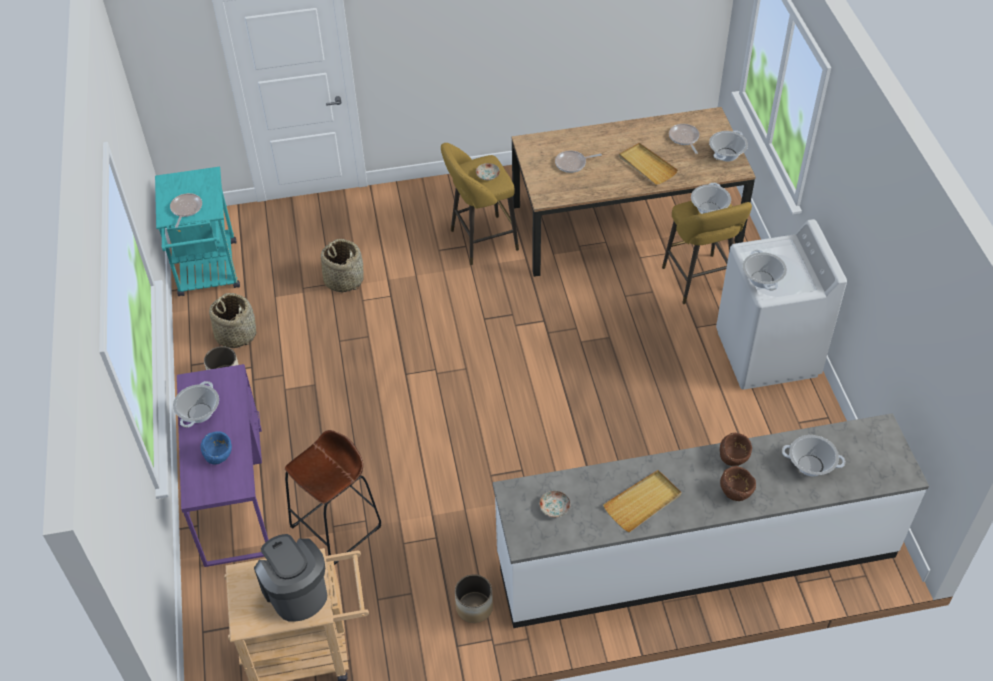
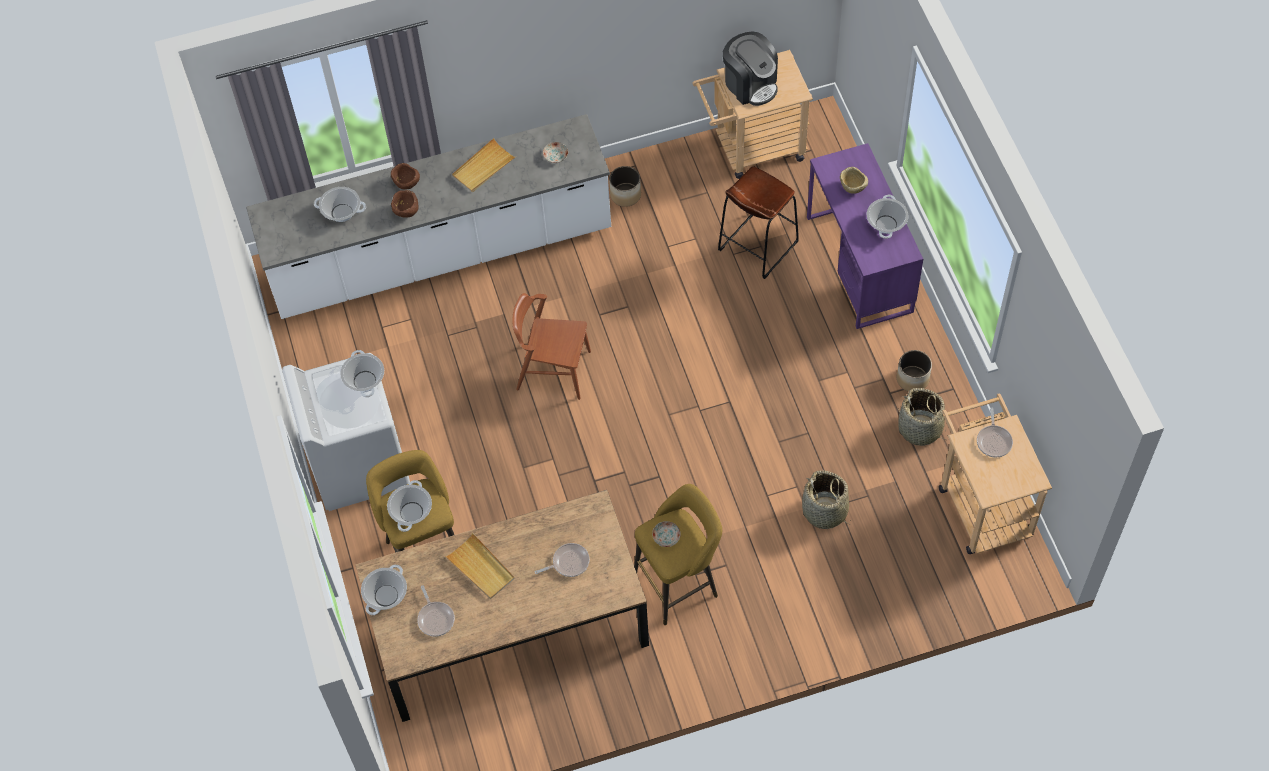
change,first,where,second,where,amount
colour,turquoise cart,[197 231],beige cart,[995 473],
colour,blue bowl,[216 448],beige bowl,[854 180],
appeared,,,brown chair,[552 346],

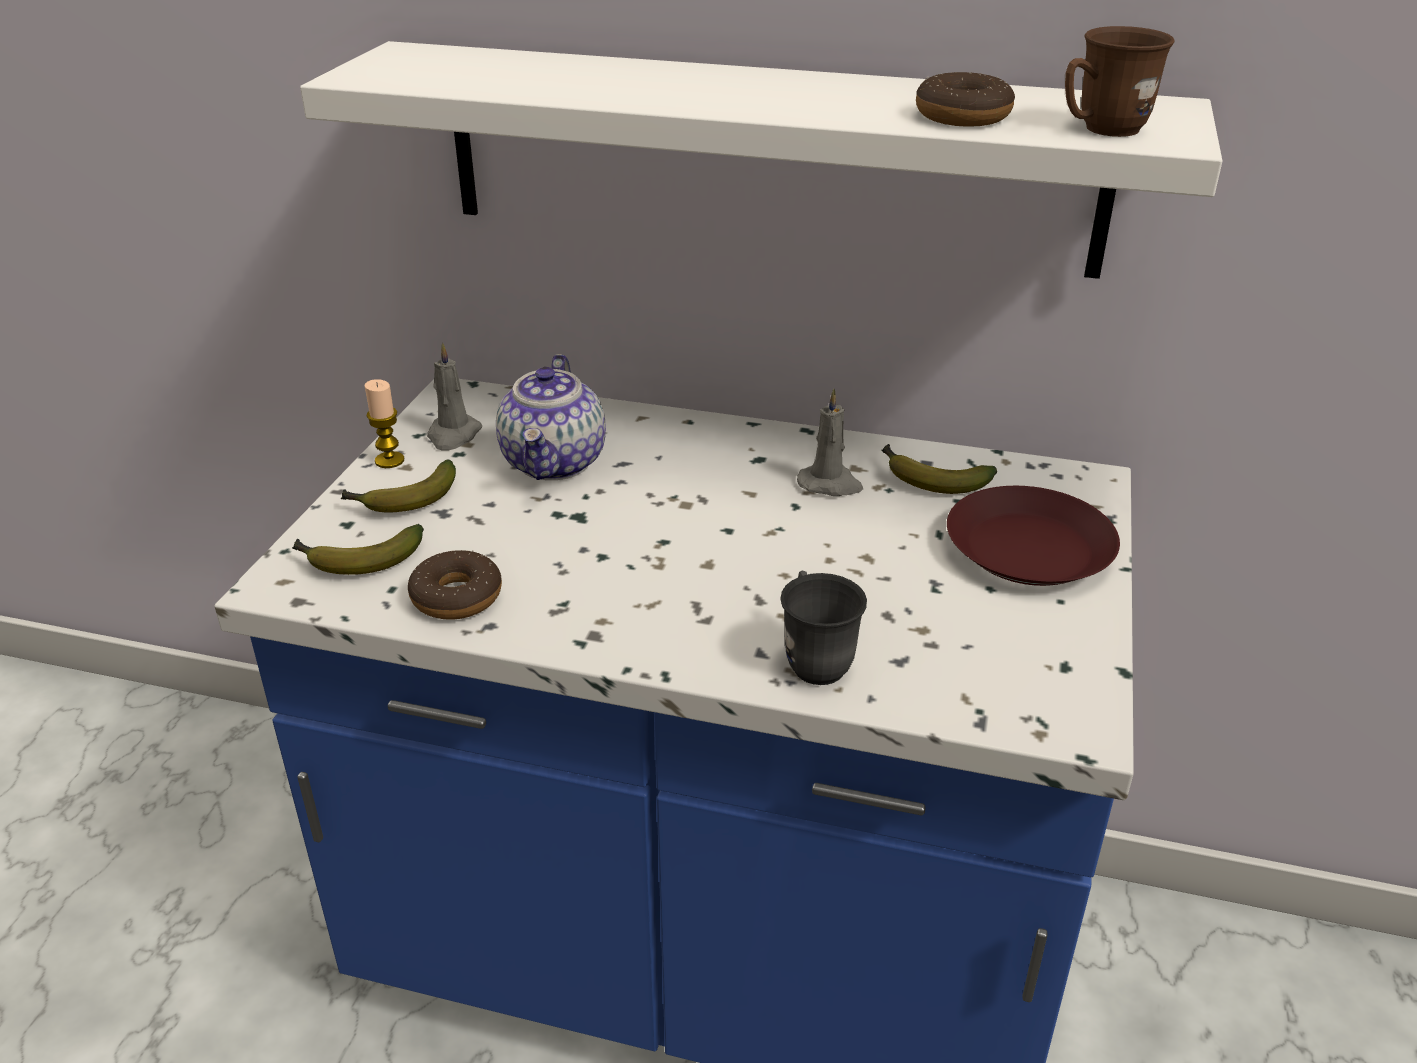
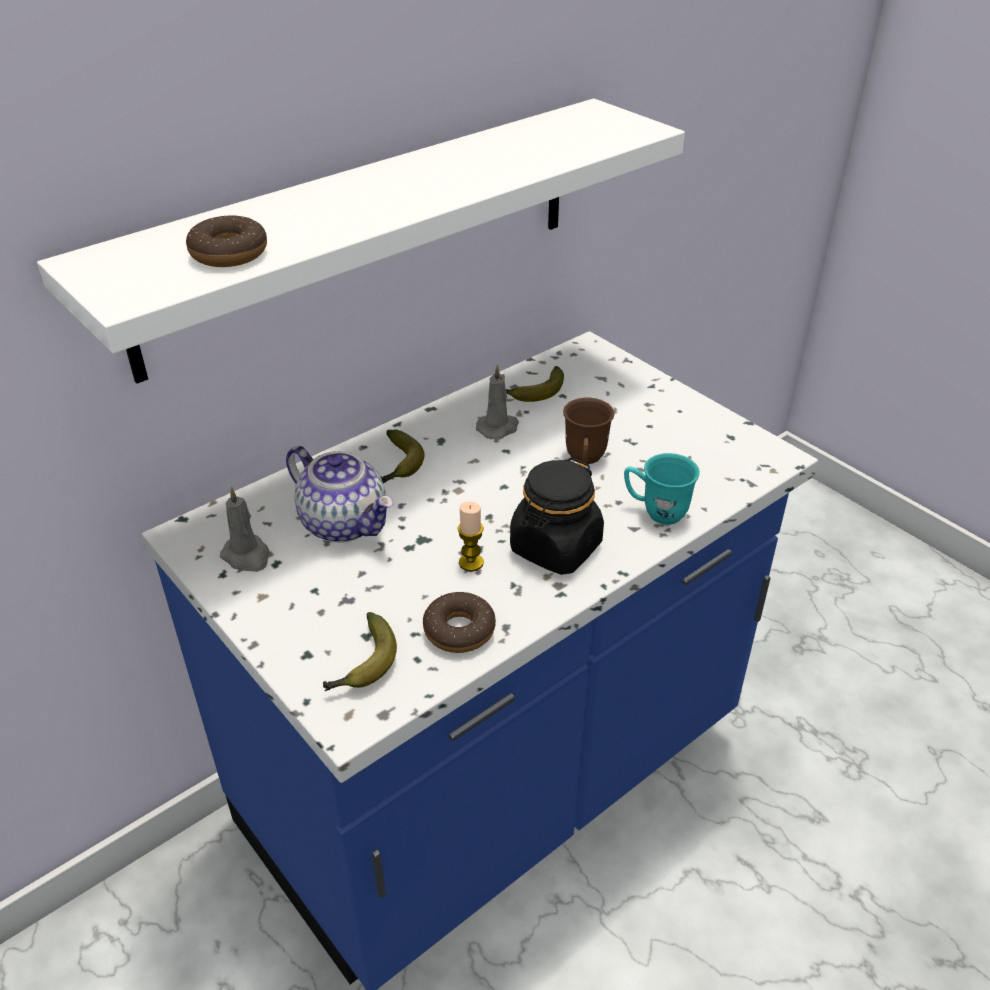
change,first,where,second,where,amount
relocated,brown mug,[1120 81],,[588 431],
relocated,donut,[965 99],,[226 241],
relocated,candle,[384 423],,[470 536],
relocated,banana,[398 485],,[402 456],
missing,brown plate,[1033 536],,,
colour,grey mug,[824 628],turquoise mug,[662 489],
appeared,,,black jar,[557 516],

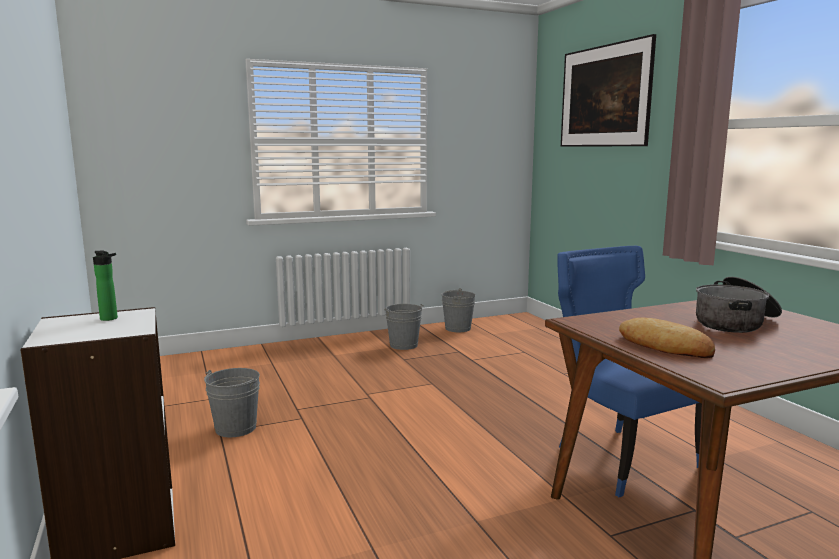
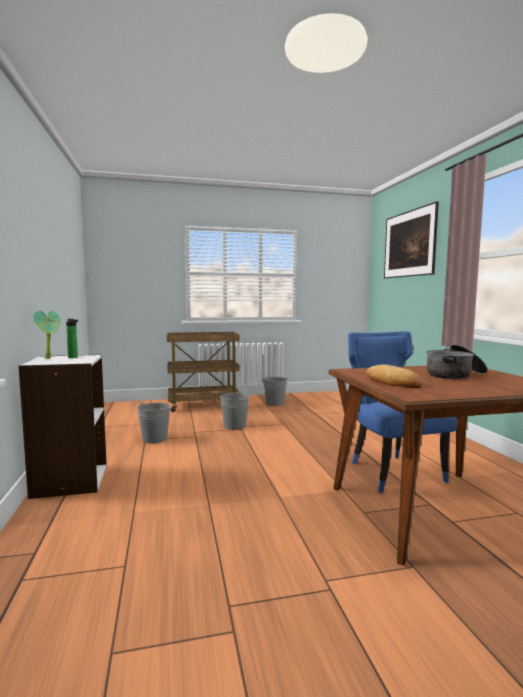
change,first,where,second,where,amount
relocated,grey bucket,[458 310],,[234 410],
appeared,,,potted plant,[47 335],
appeared,,,brown cart,[203 372],

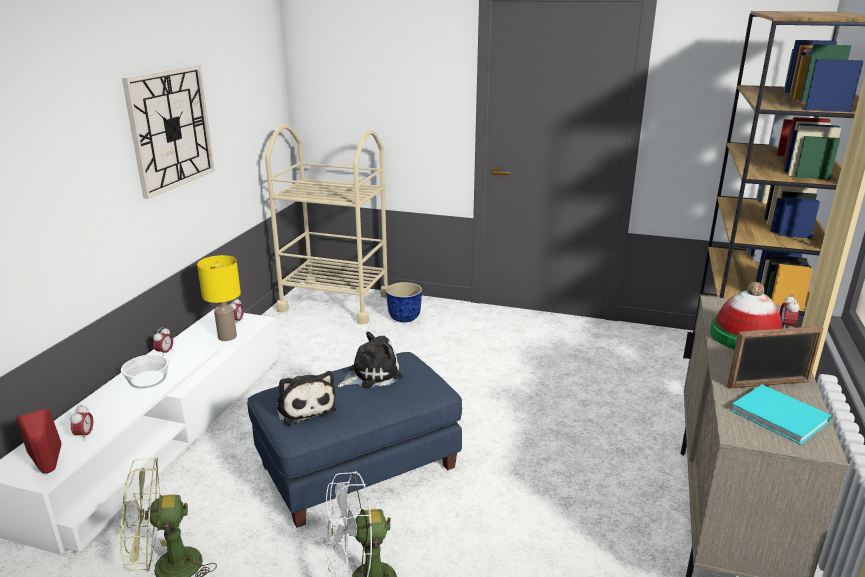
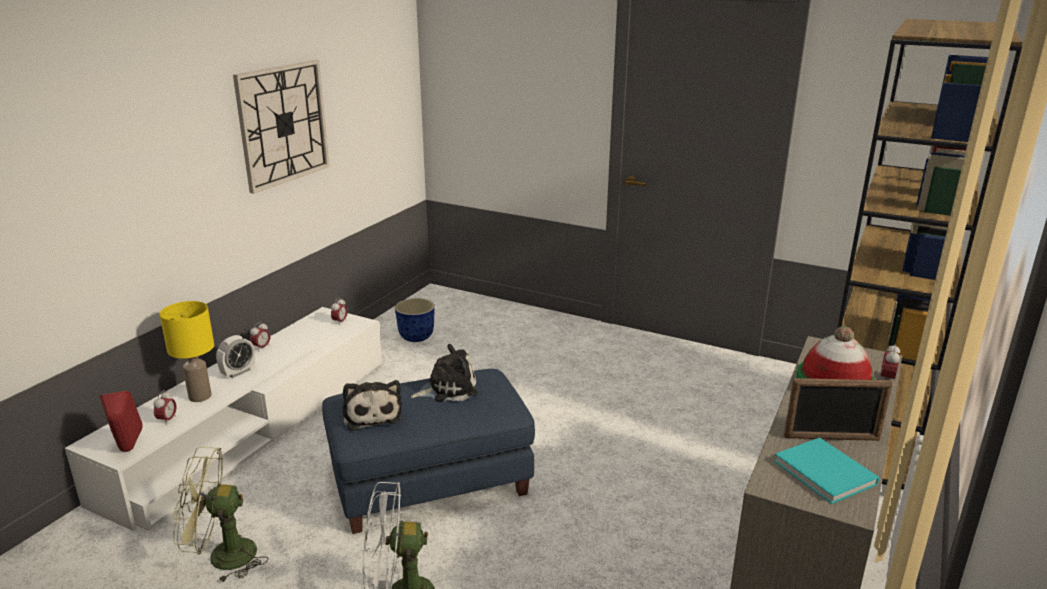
change,first,where,second,where,amount
missing,beige cart,[327 224],,,
relocated,yellow table lamp,[219 298],,[186 351],
relocated,planter,[404 302],,[415 320],
exchanged,bowl,[145 371],alarm clock,[235 356],

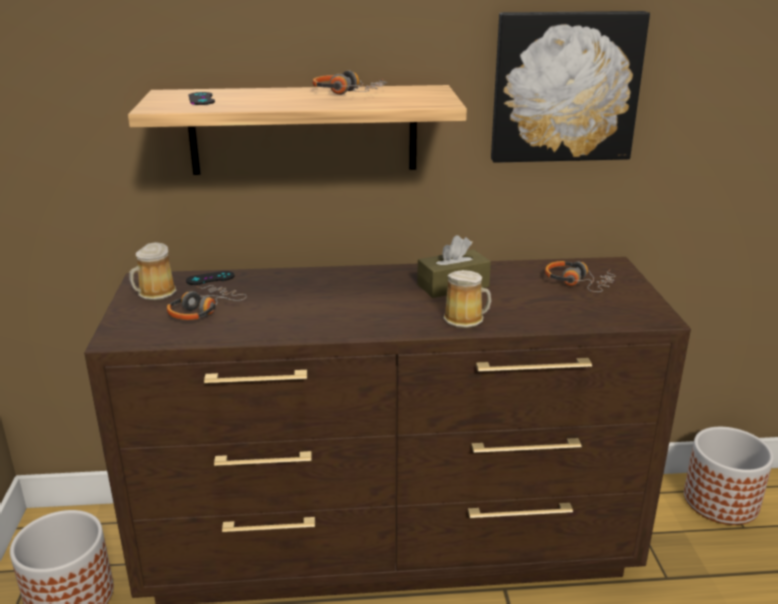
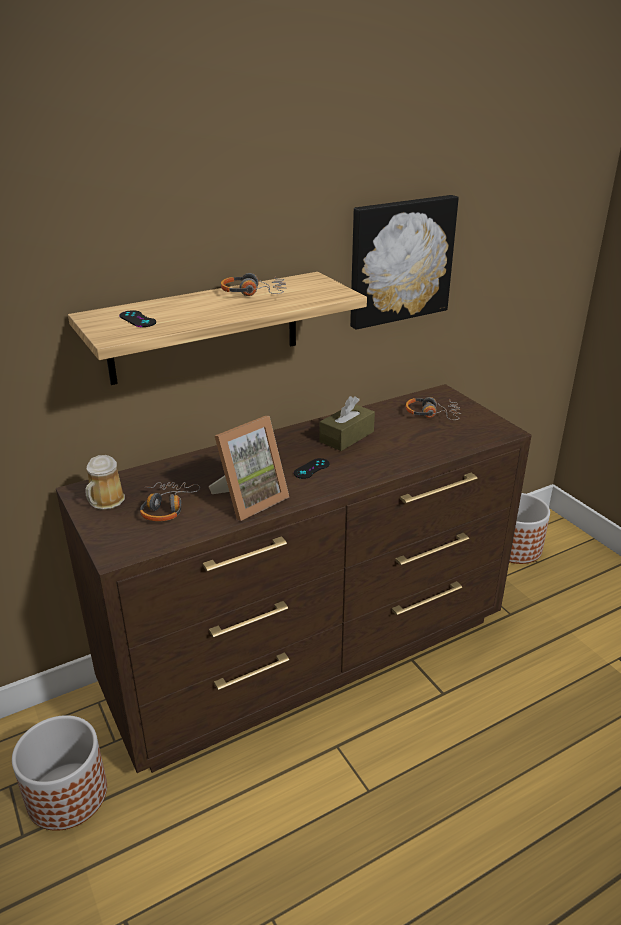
change,first,where,second,where,amount
missing,mug,[467 299],,,
relocated,black game controller,[210 278],,[312 468],
appeared,,,picture frame,[249 468],

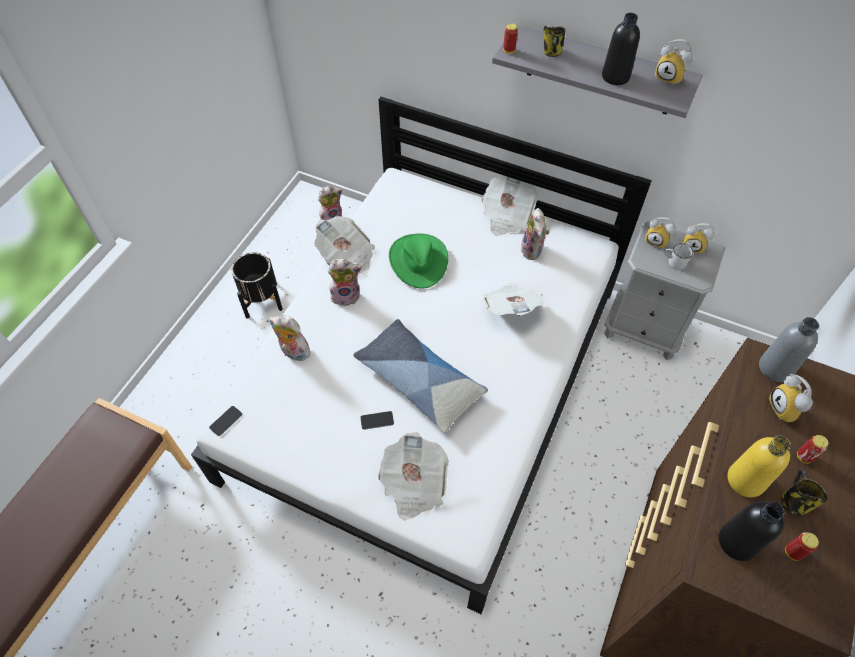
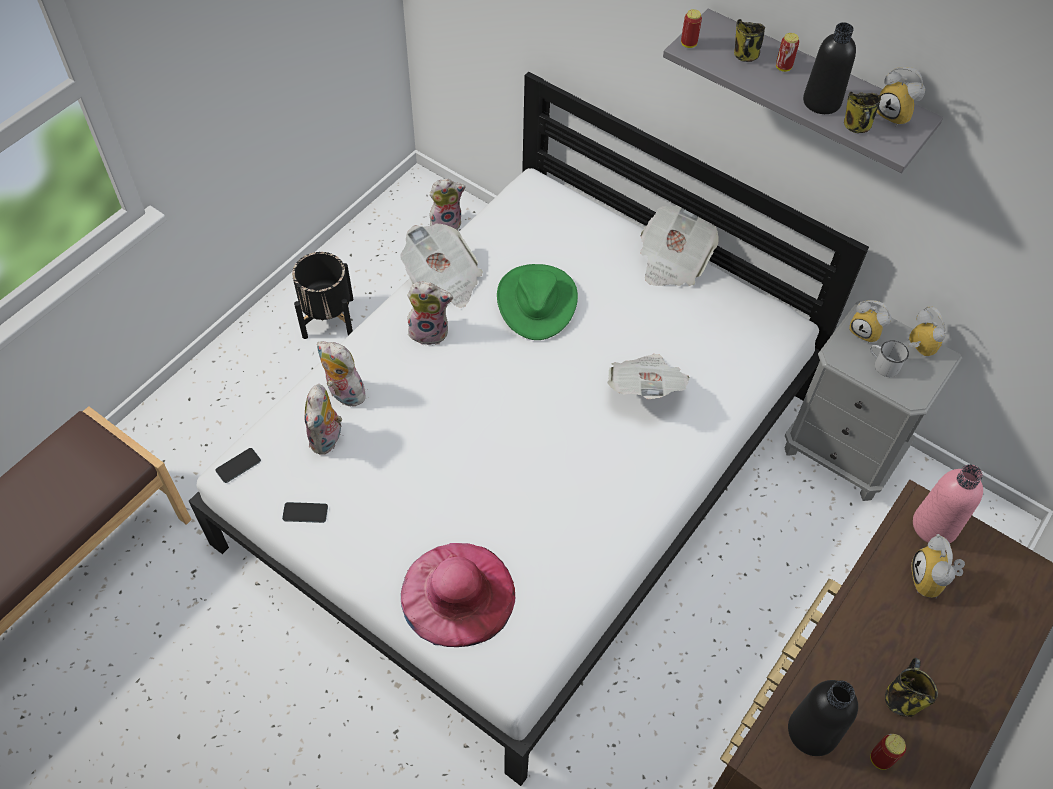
change,first,where,second,where,amount
relocated,plush toy,[535 234],,[323 419],
spun,alarm clock,[699 238],,[926 331],150 degrees counterclockwise
colour,grey bottle,[789 349],pink bottle,[948 503],
missing,pillow,[420 376],,,
relocated,phone,[377 420],,[305 512],
exchanged,newspaper,[413 476],pink hat,[458 595],
missing,yellow bottle,[759 466],,,
relocated,can,[812 449],,[787 52],
appeared,,,mug,[862 112],

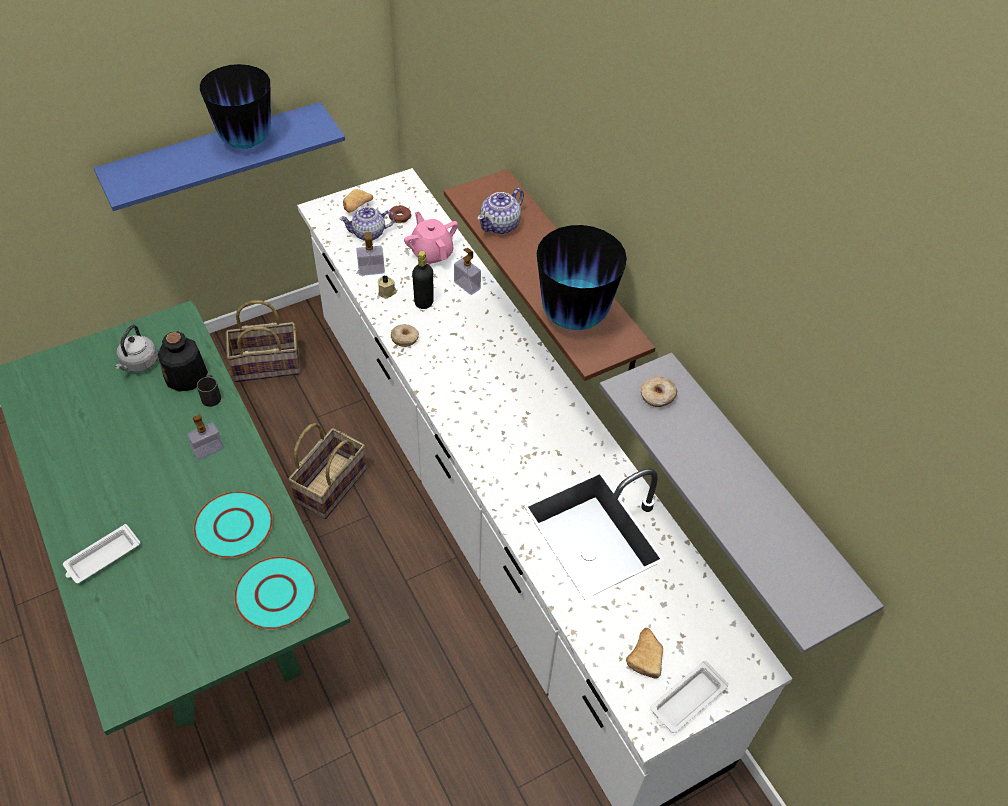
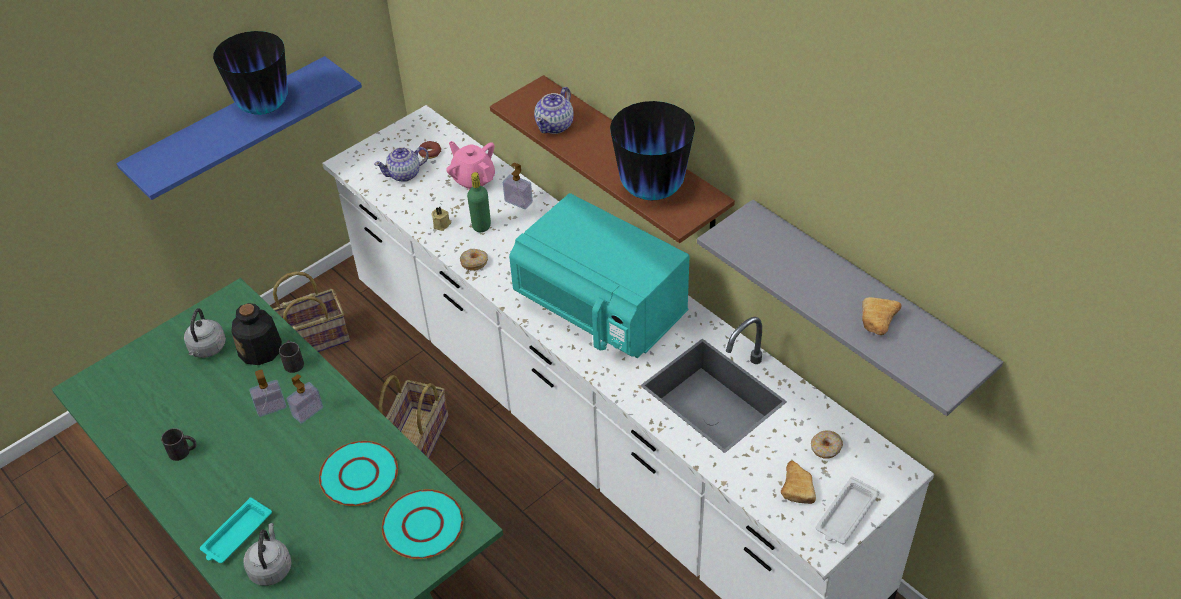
change,first,where,second,where,amount
relocated,bread,[358 200],,[882 316],
relocated,soap dispenser,[370 254],,[267 393],
colour,black bottle,[423 280],green bottle,[479 202],
relocated,donut,[659 391],,[827 444],
colour,white tray,[101 554],turquoise tray,[236 530],
appeared,,,turquoise microwave,[599 275],
appeared,,,black mug,[179 444],
appeared,,,grey kettle,[267 554],

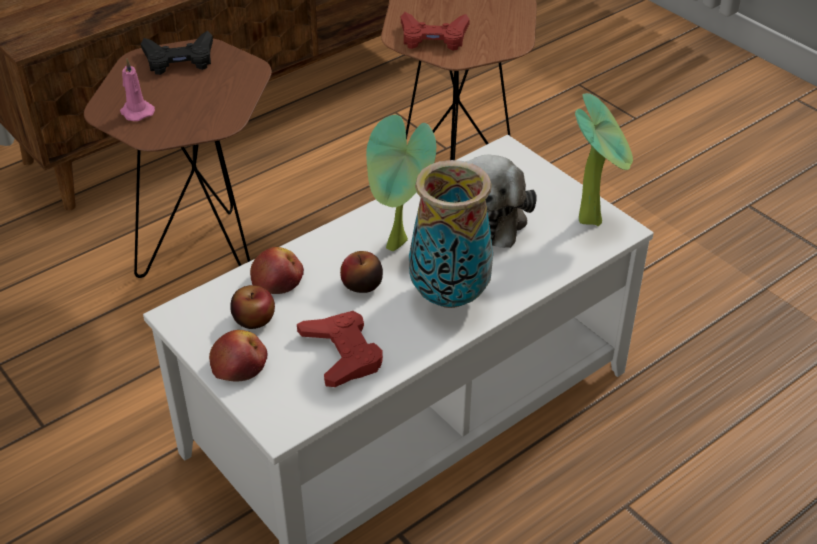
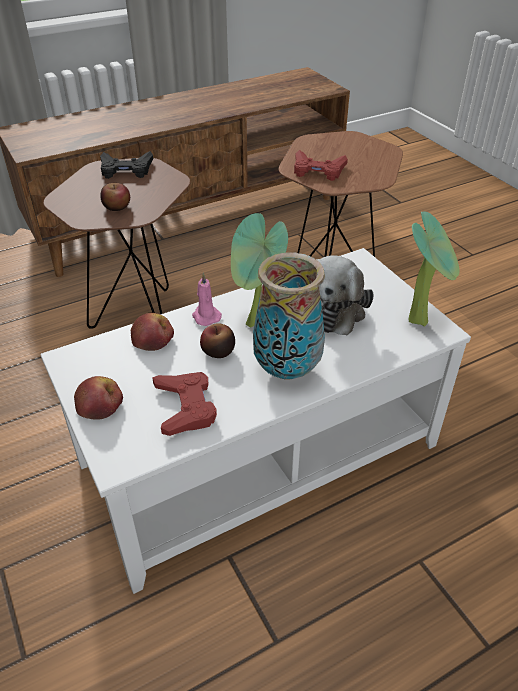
change,first,where,second,where,amount
relocated,pink candle,[137 90],,[207 299],
relocated,apple,[252 307],,[115 197],

